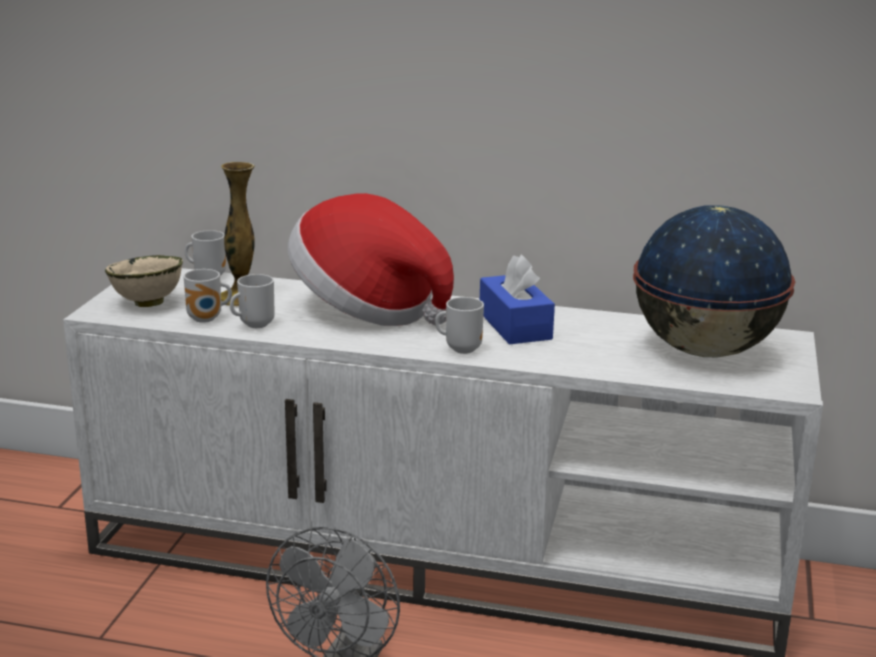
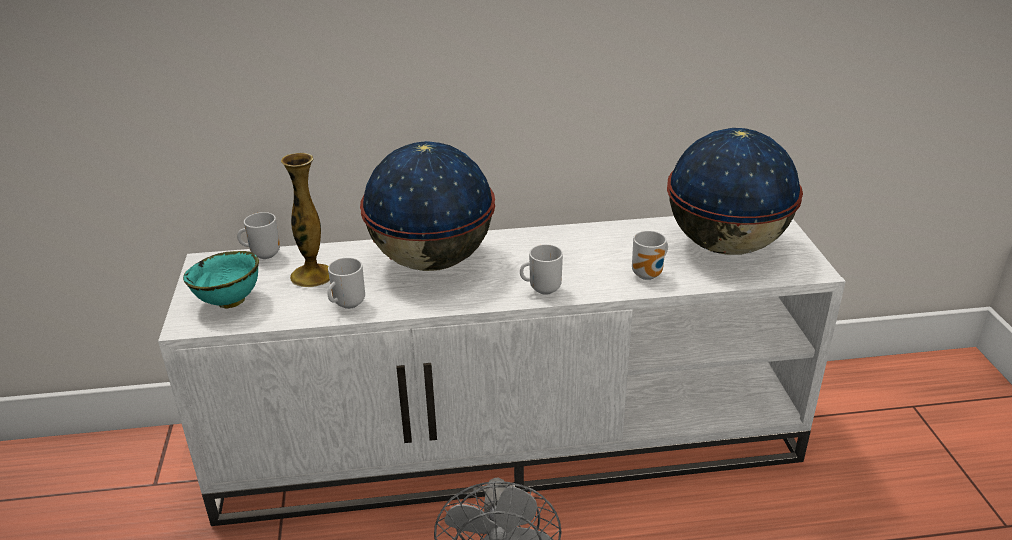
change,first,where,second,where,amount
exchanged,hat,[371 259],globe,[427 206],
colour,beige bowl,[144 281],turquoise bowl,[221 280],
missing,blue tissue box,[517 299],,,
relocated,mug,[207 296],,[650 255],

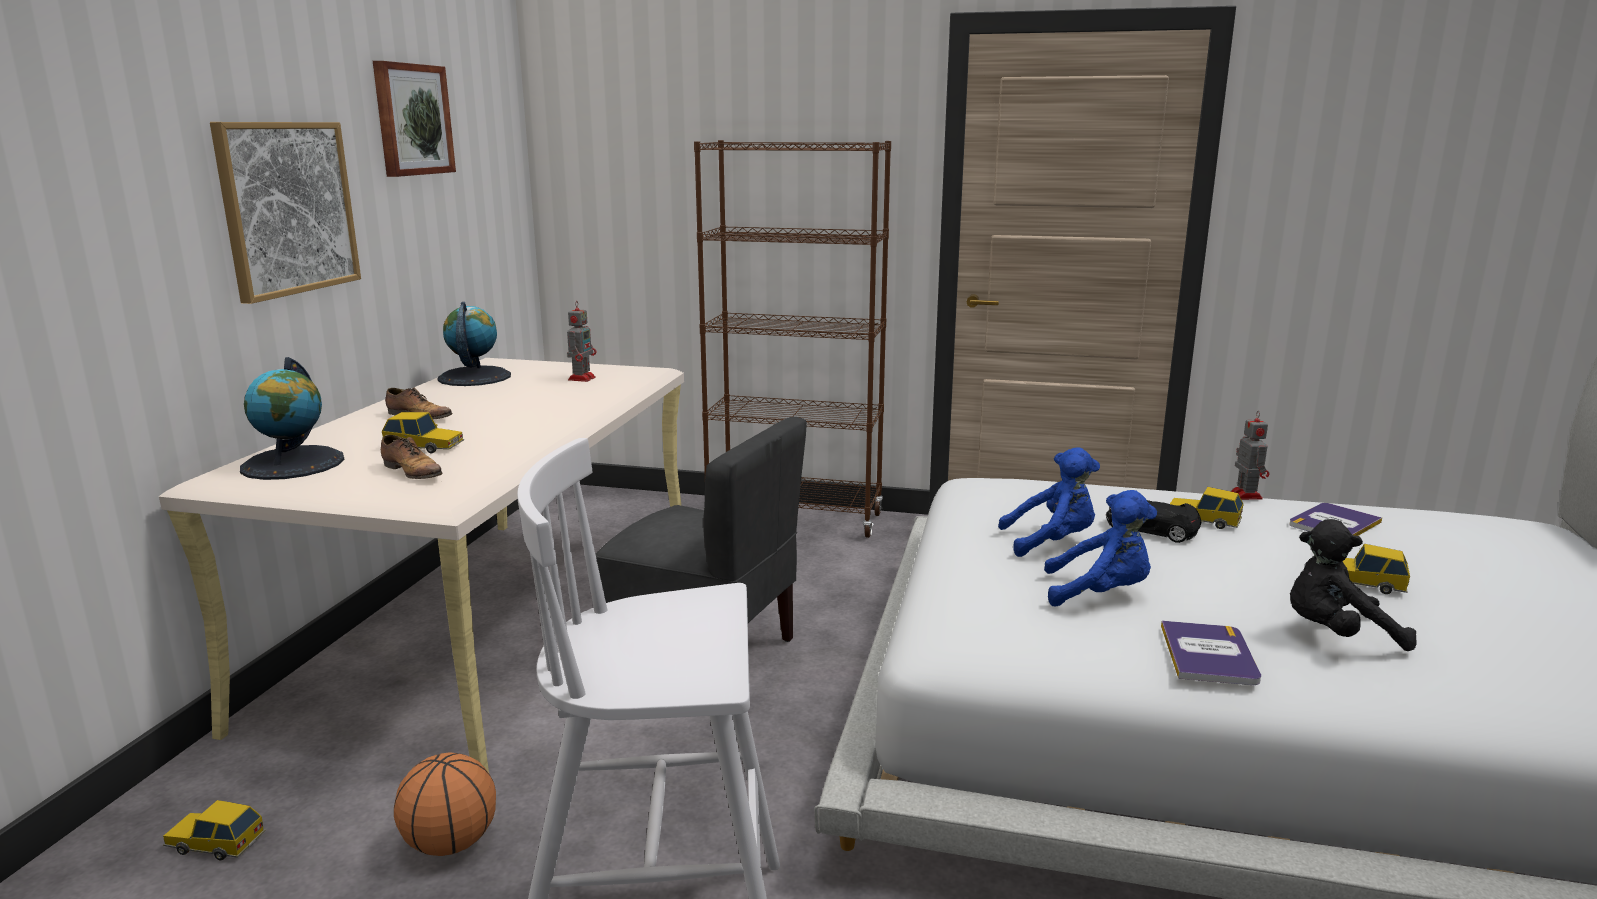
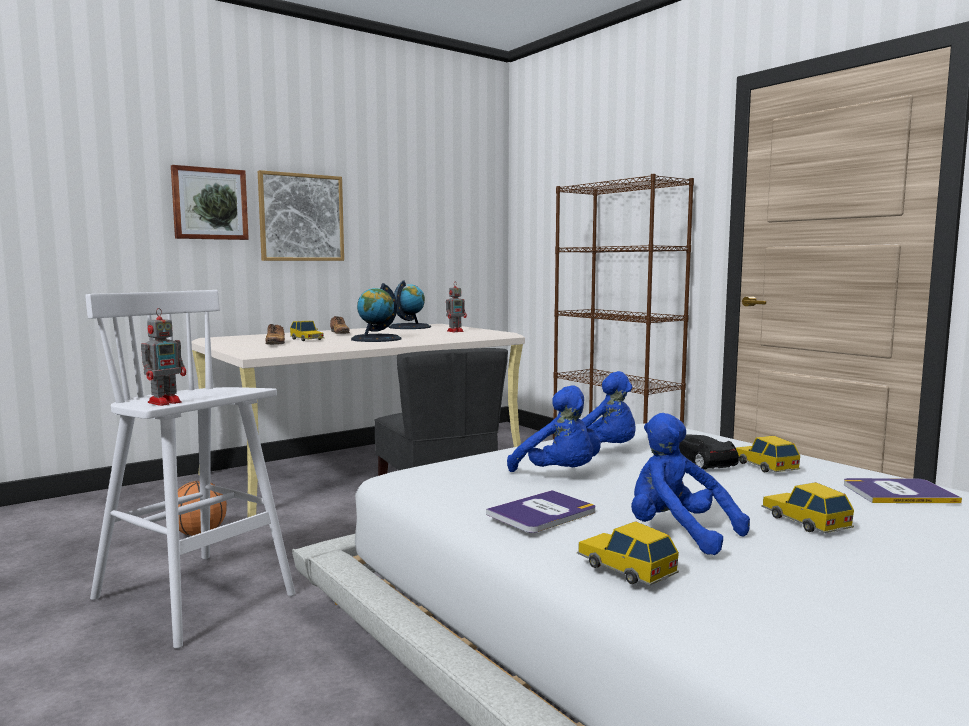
change,first,where,second,where,amount
relocated,picture,[414 119],,[210 202],
relocated,globe,[292 418],,[376 312],
relocated,toy robot,[1250 455],,[163 357],
colour,black plush toy,[1353 585],blue plush toy,[690 484],
relocated,toy car,[214 830],,[628 553],

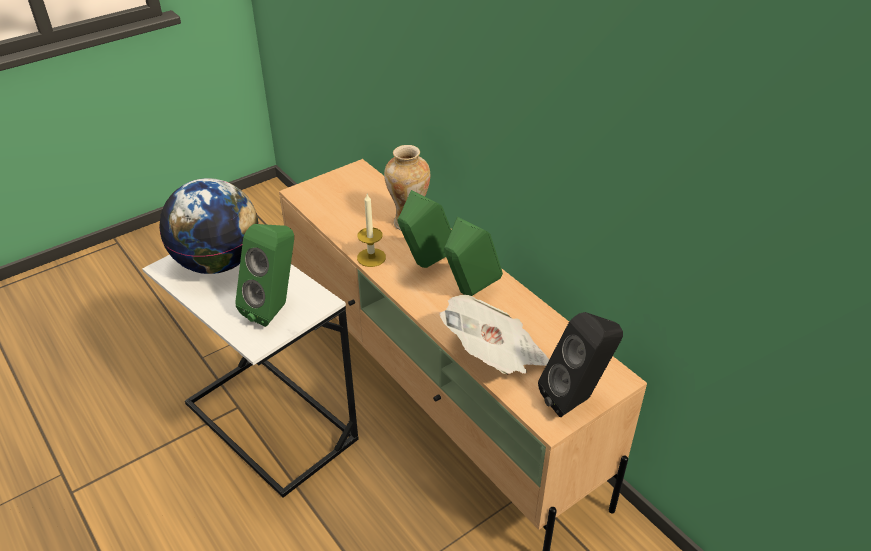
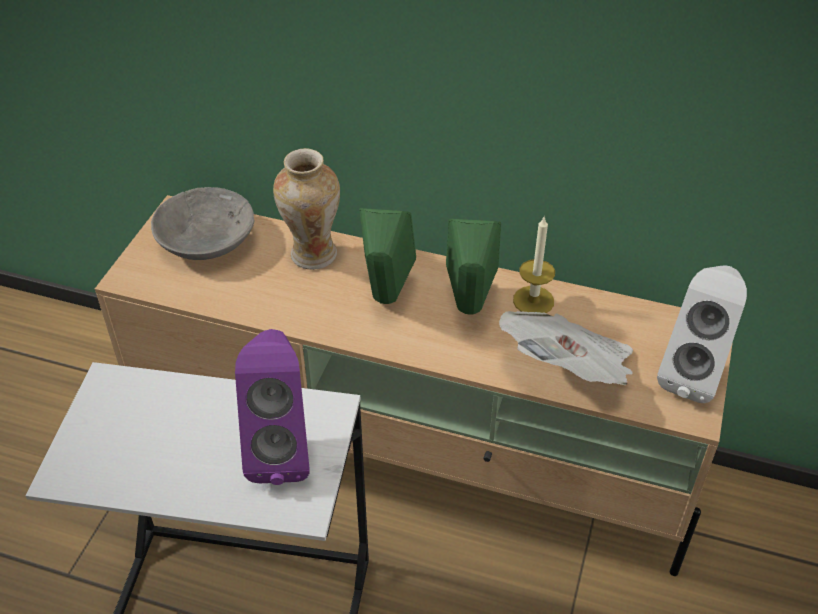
change,first,where,second,where,amount
missing,globe,[209 226],,,
relocated,candle,[371 230],,[534 264],
colour,green speaker,[264 275],purple speaker,[272 407],
colour,black speaker,[580 364],white speaker,[702 334],
appeared,,,grey bowl,[202 223],

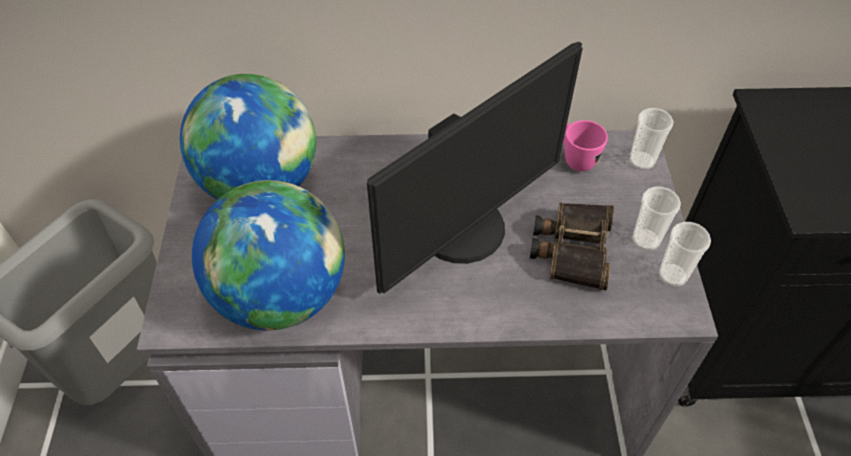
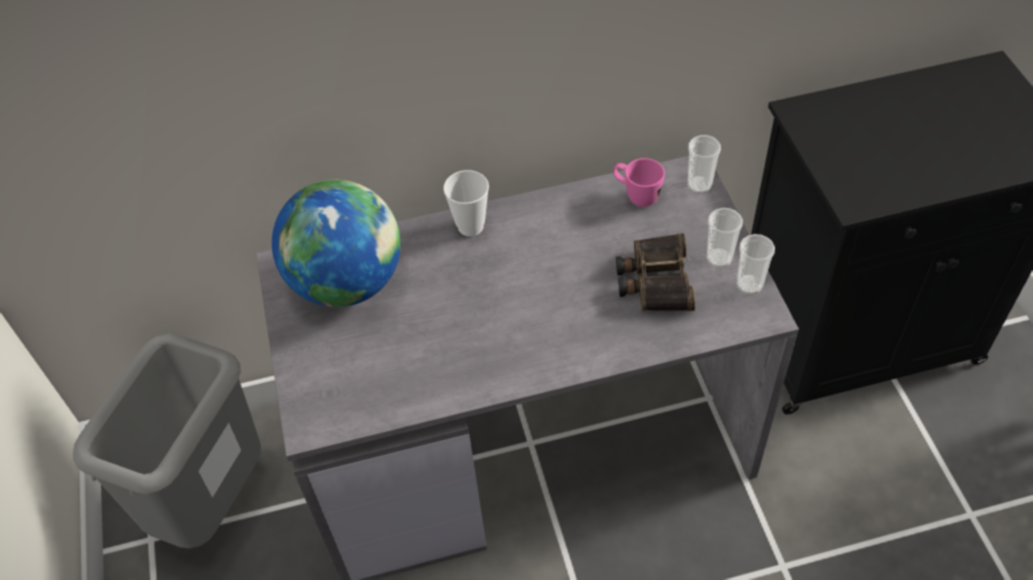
change,first,where,second,where,amount
missing,monitor,[475 168],,,
missing,globe,[268 255],,,
appeared,,,cup,[466 203],

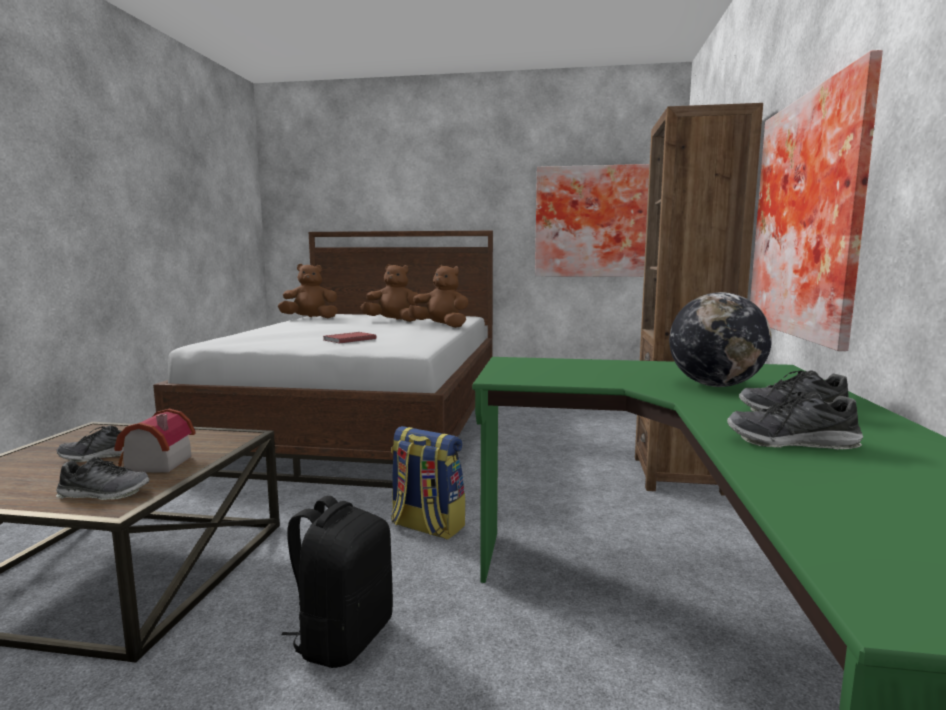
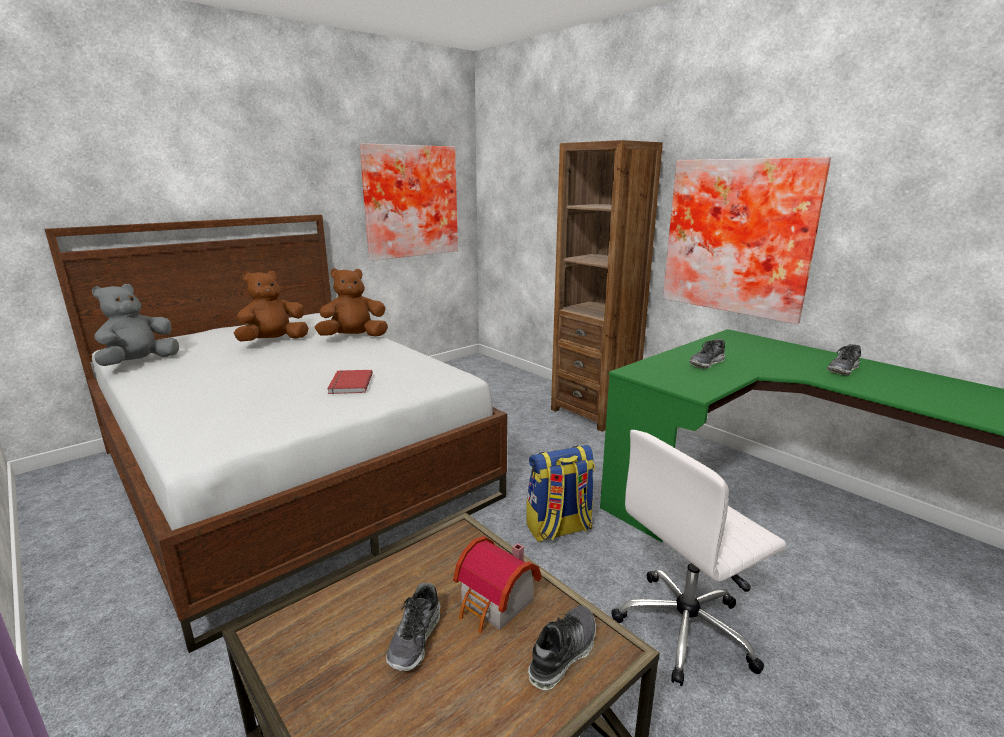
change,first,where,second,where,amount
colour,brown plush toy,[308 291],grey plush toy,[135 325],
missing,globe,[720 339],,,
relocated,shoe,[795 421],,[707 354],
exchanged,black backpack,[337 582],white office chair,[698 558],

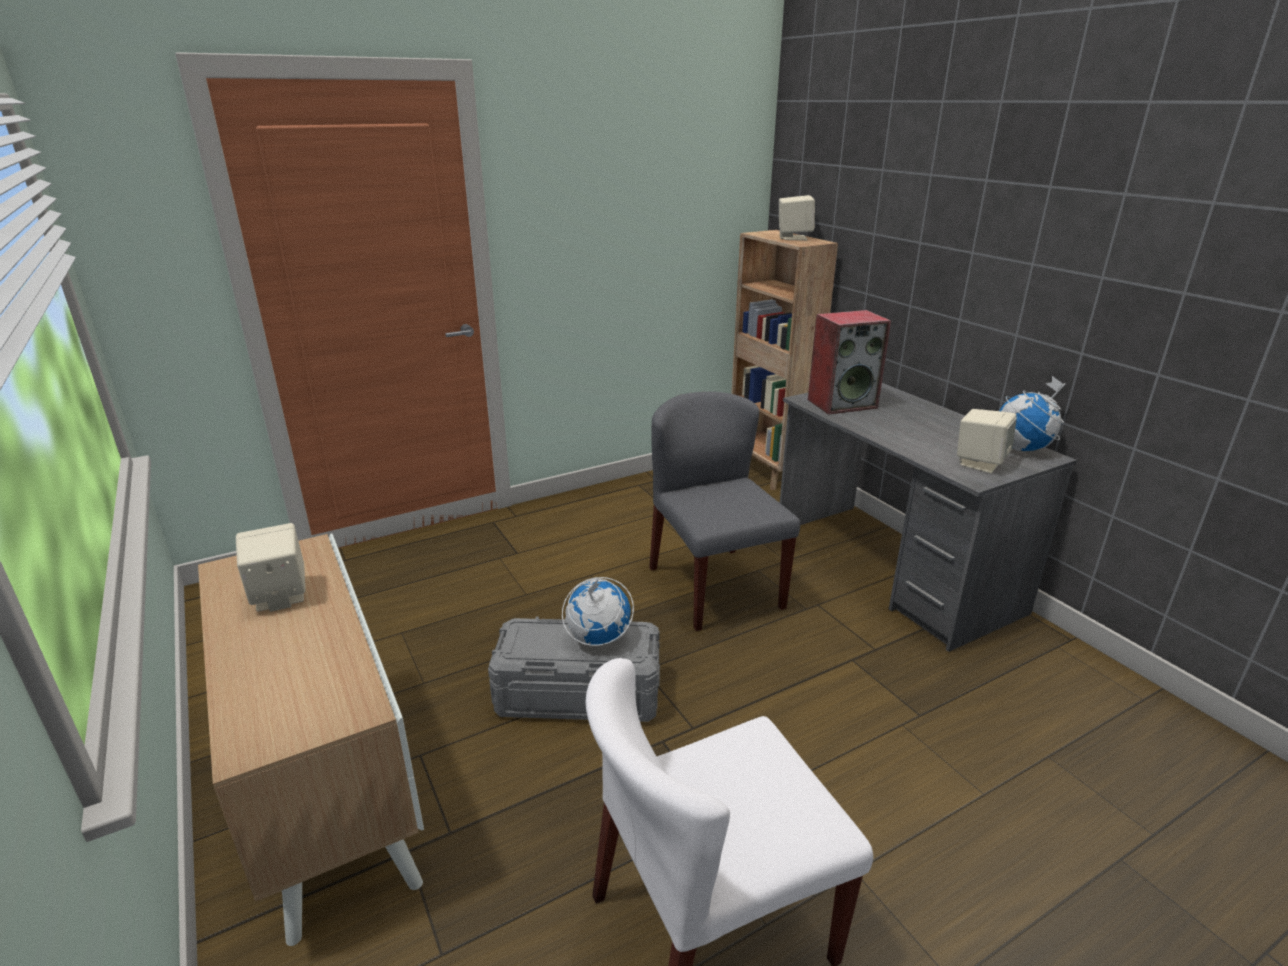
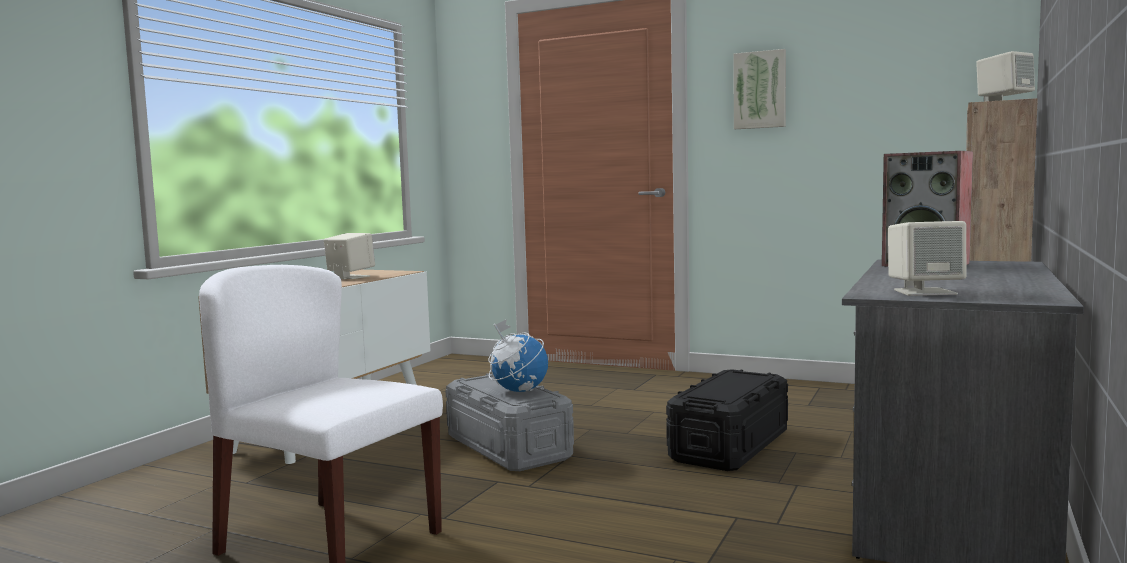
change,first,where,second,where,amount
missing,globe,[1032 413],,,
exchanged,grey chair,[724 511],black storage box,[727 420],
appeared,,,picture,[759 89],

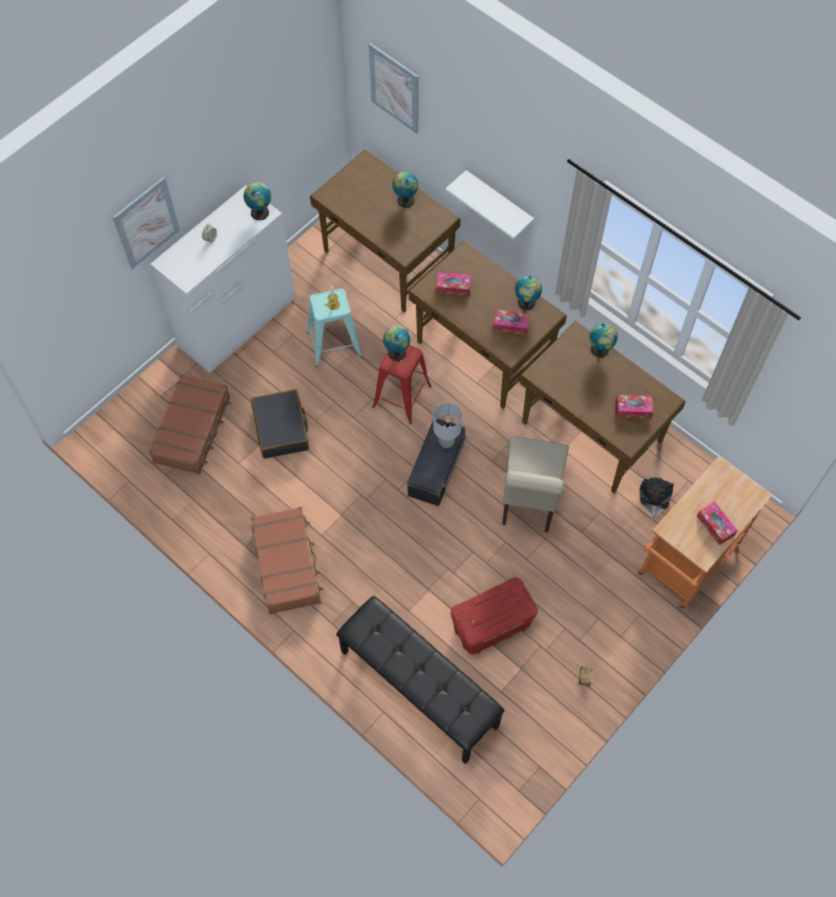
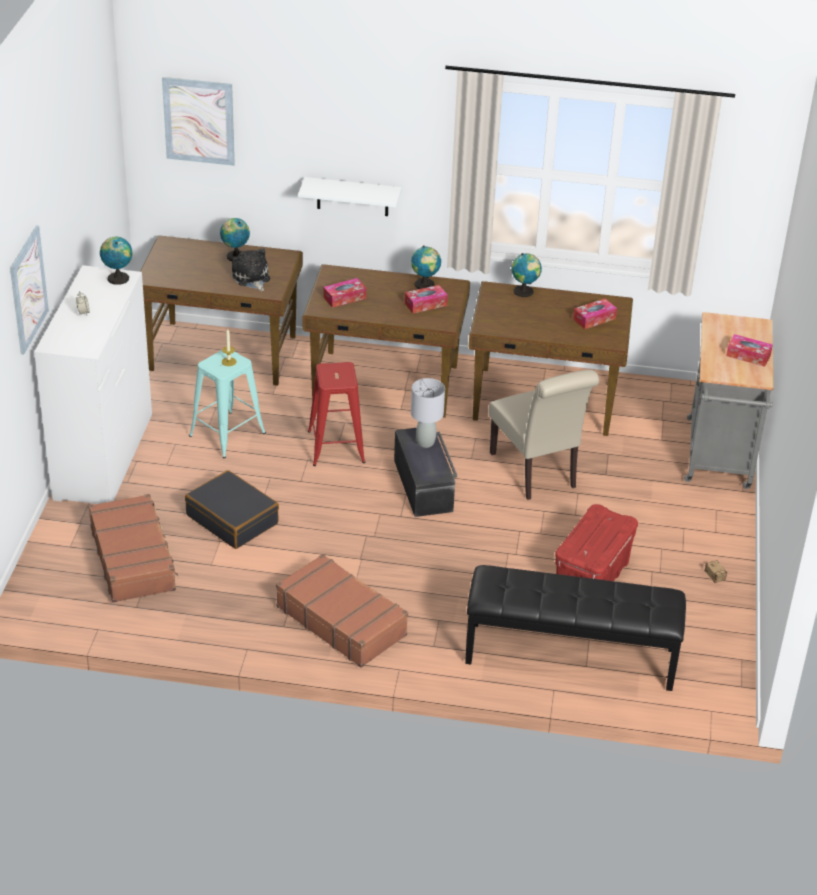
change,first,where,second,where,amount
missing,globe,[396 343],,,
colour,orange cart,[705 532],grey cart,[729 400],
relocated,plush toy,[657 498],,[251 269],

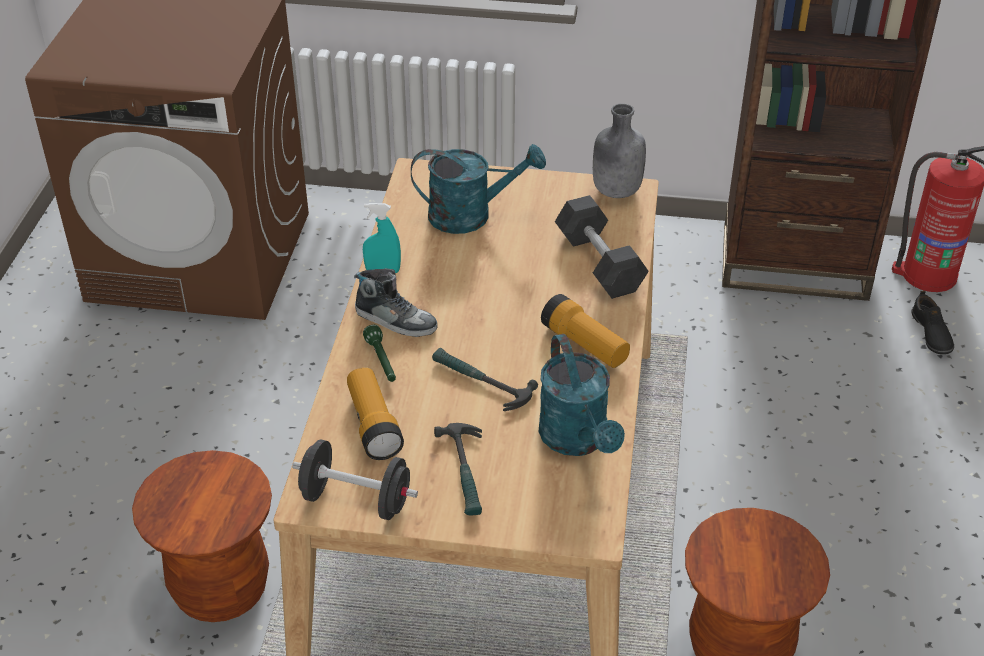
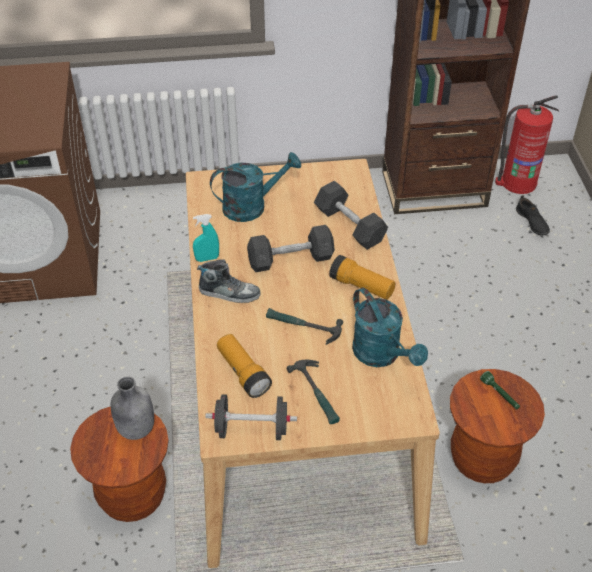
change,first,where,second,where,amount
relocated,grey bottle,[619 150],,[132 408],
relocated,green flashlight,[379 353],,[500 390],
appeared,,,grey dumbbell,[291 248],

